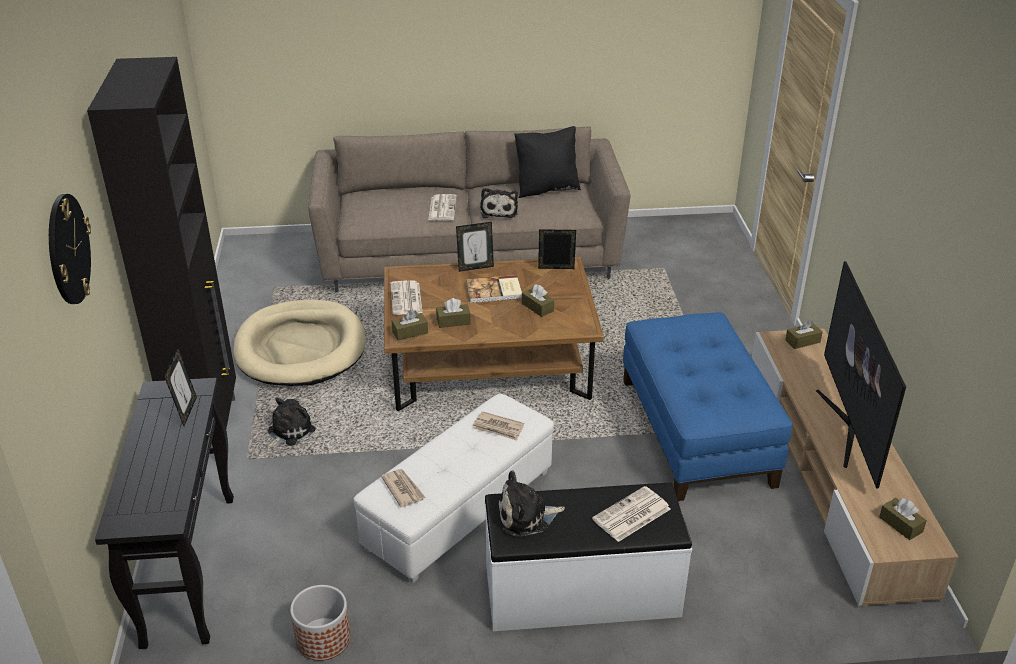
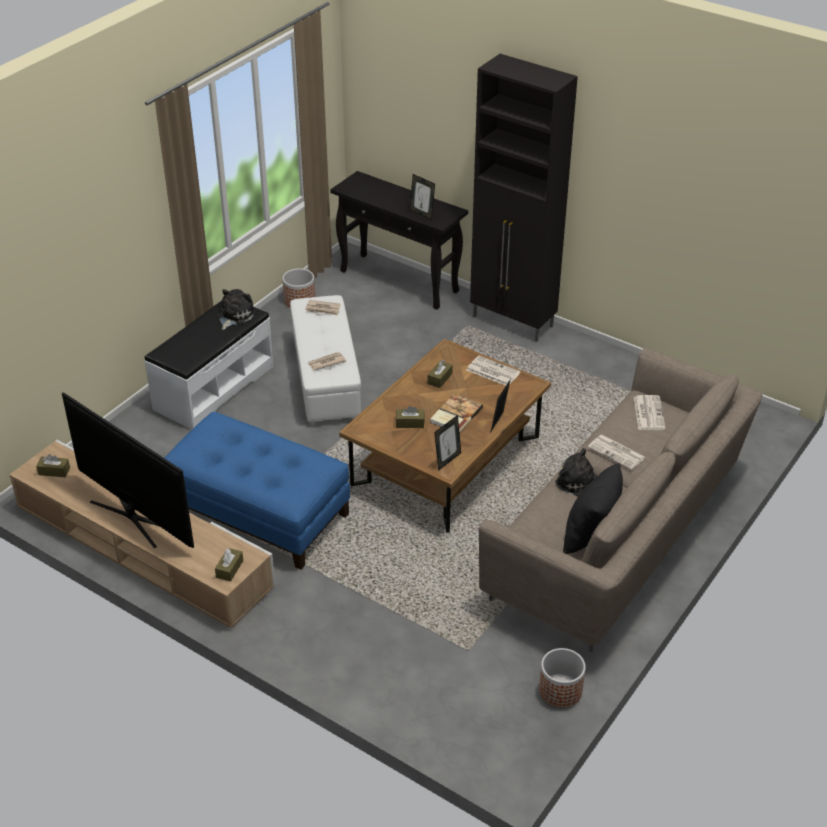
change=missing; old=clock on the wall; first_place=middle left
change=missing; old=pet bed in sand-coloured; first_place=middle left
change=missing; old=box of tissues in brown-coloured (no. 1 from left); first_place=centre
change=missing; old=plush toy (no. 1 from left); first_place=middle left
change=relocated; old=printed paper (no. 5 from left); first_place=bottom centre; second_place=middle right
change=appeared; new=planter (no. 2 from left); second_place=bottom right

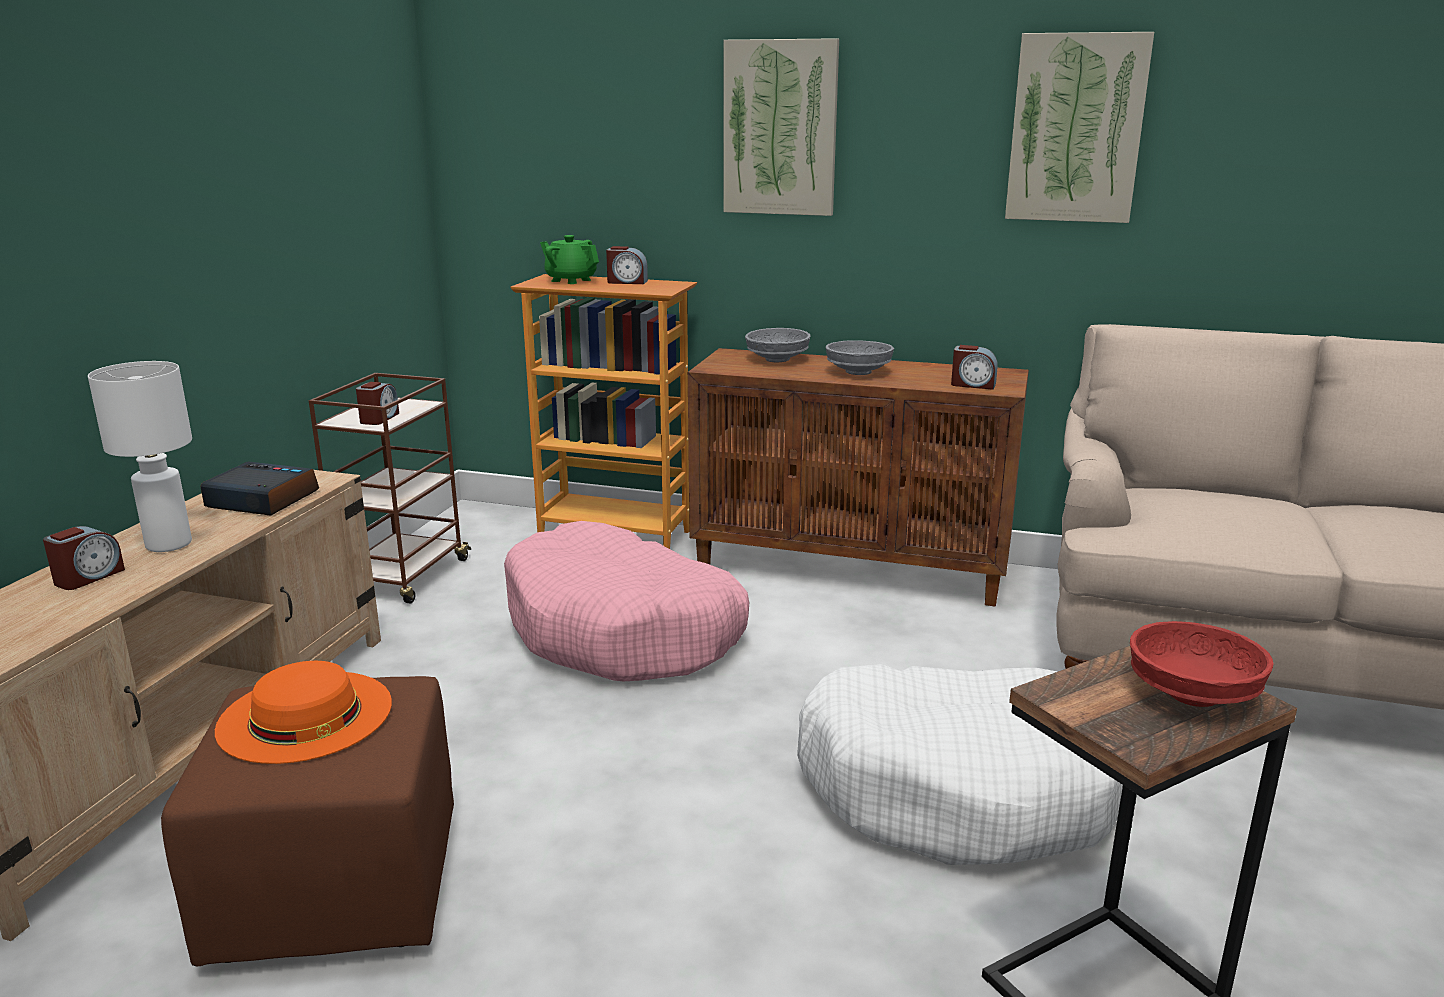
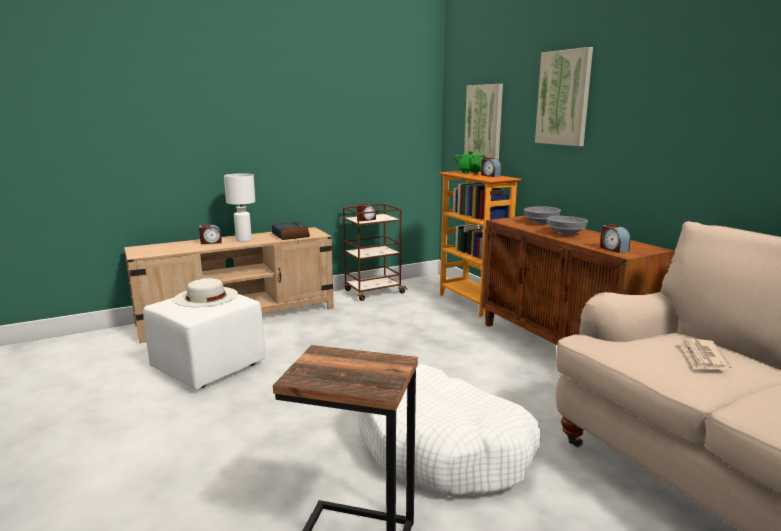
change=relocated; old=wall art (no. 2 from left in the first image); new=wall art (no. 1 from left); first_place=top right; second_place=top centre
change=missing; old=pet bed in pink; first_place=centre
change=missing; old=serving bowl in red-coloured; first_place=middle right
change=colour; old=clothing hat in orangey; new=clothing hat in whitish; first_place=bottom left; second_place=middle left
change=colour; old=pouffe in brown-coloured; new=pouffe in whitish; first_place=bottom left; second_place=middle left
change=appeared; new=printed paper; second_place=bottom right

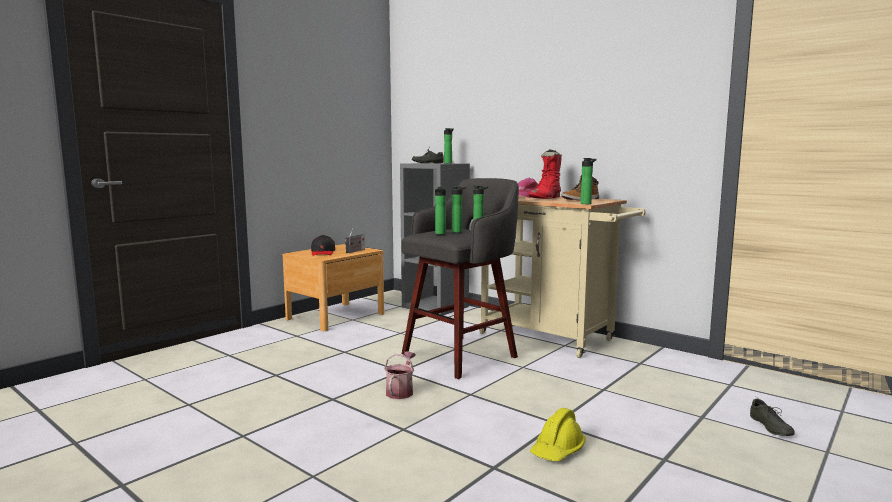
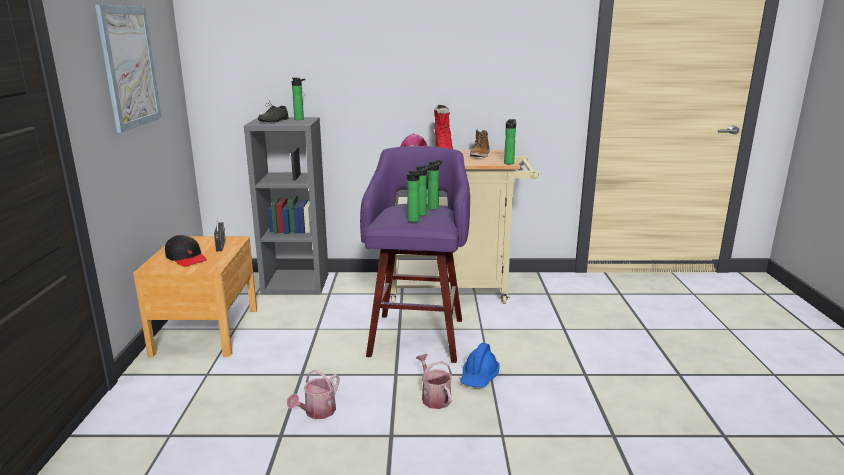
change=colour; old=sitting stool in gray; new=sitting stool in purple; first_place=centre; second_place=centre
change=missing; old=low shoe in gray (no. 2 from left); first_place=bottom right
change=missing; old=safety helmet in yellow; first_place=bottom centre
change=appeared; new=wall art; second_place=top left
change=appeared; new=safety helmet in bluish; second_place=bottom centre
change=appeared; new=sprinkling can (no. 1 from left); second_place=bottom centre

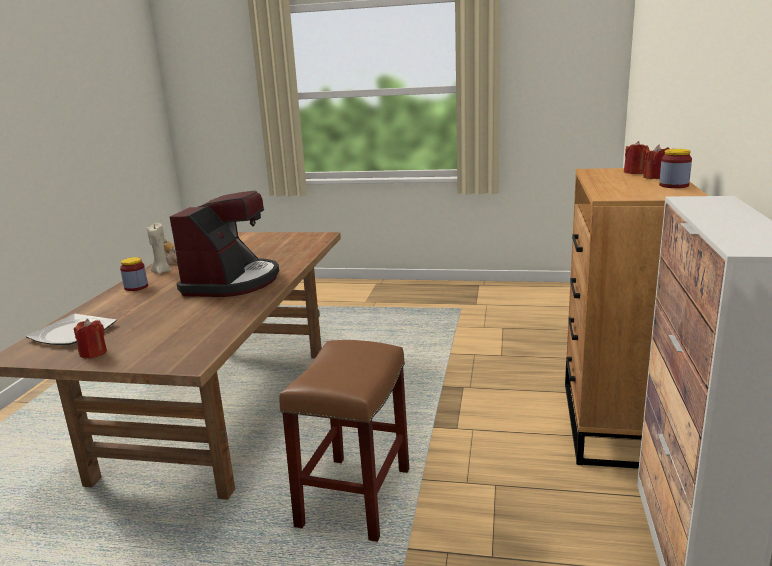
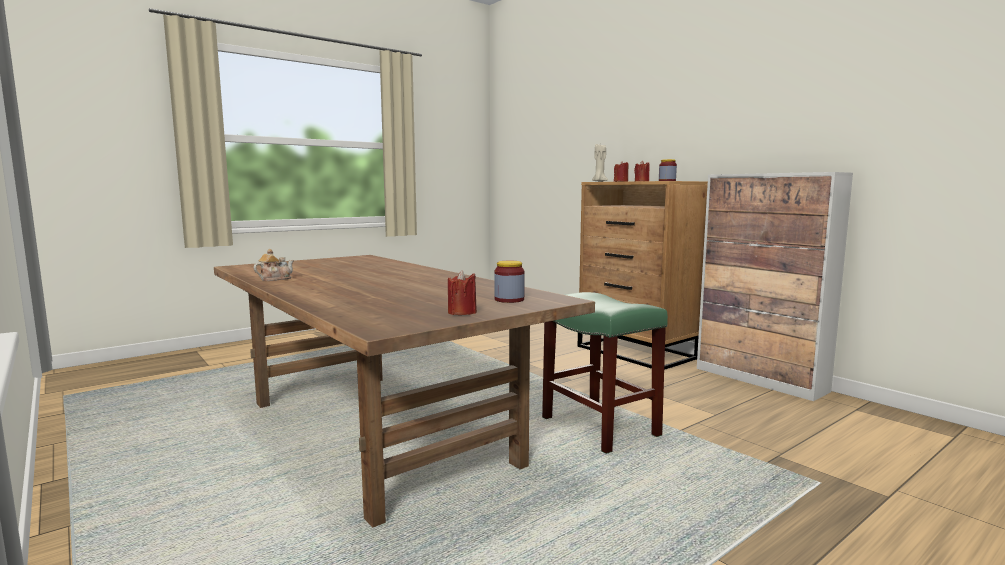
change=missing; old=coffee brewer; first_place=middle left
change=relocated; old=candle in sand-coloured; first_place=middle left; second_place=top centre
change=relocated; old=storage jar (no. 1 from left); first_place=middle left; second_place=centre
change=missing; old=plate; first_place=middle left
change=colour; old=sitting stool in brown-coloured; new=sitting stool in green-coloured; first_place=bottom centre; second_place=centre

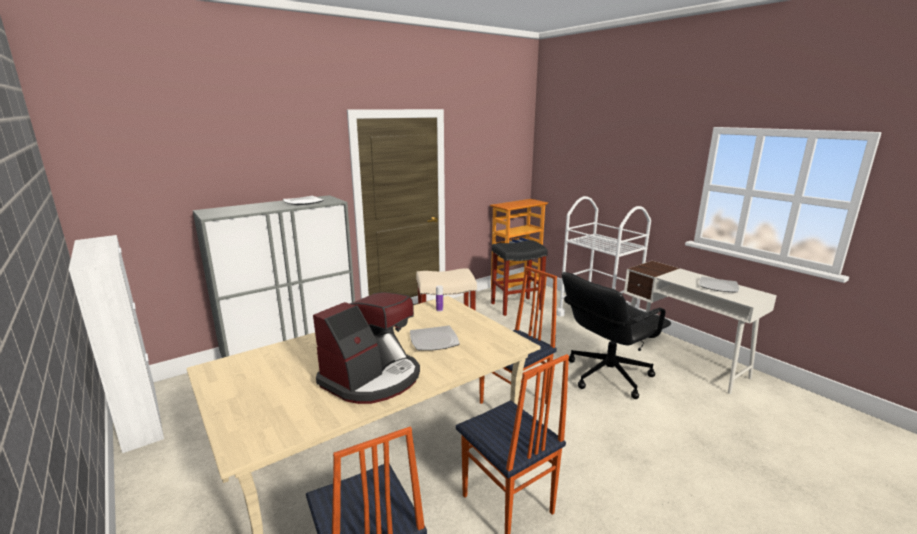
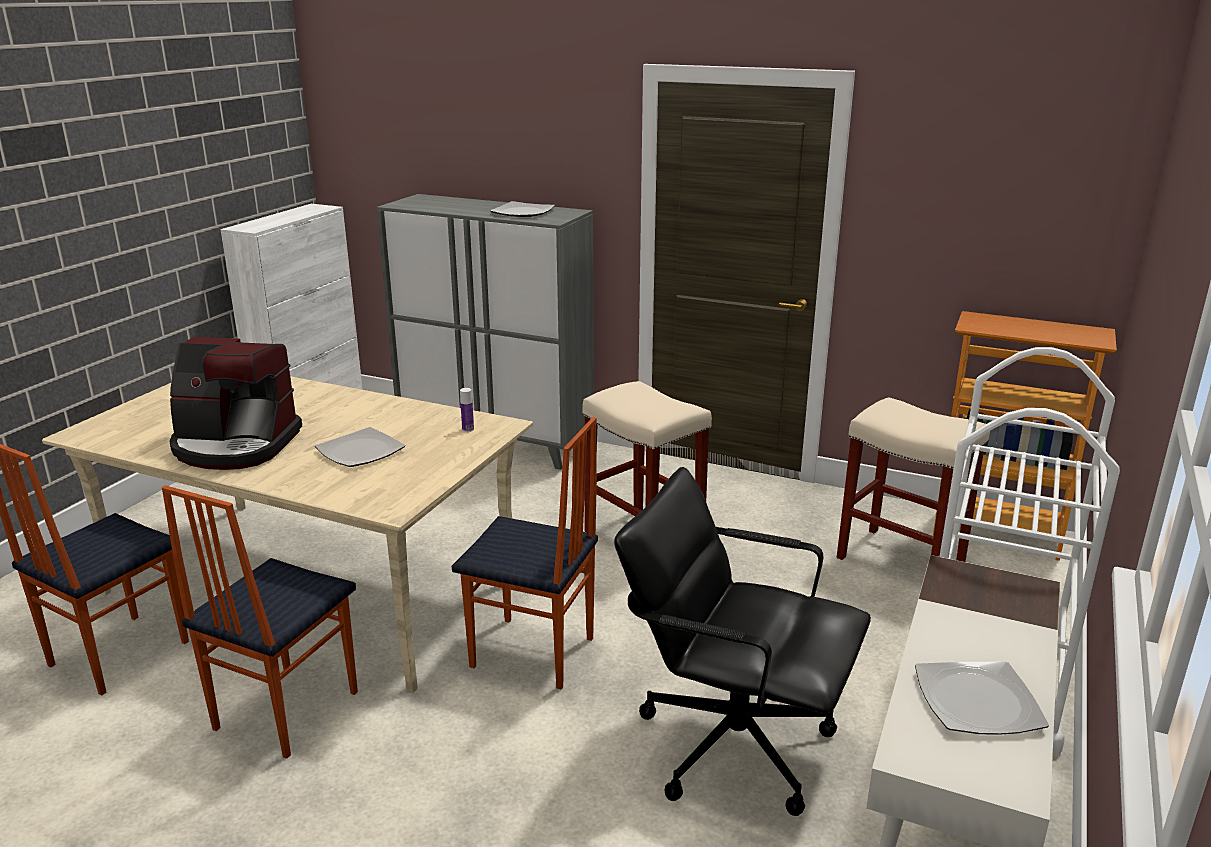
change=colour; old=sitting stool in black; new=sitting stool in sand-coloured (no. 2 from left); first_place=centre; second_place=middle right

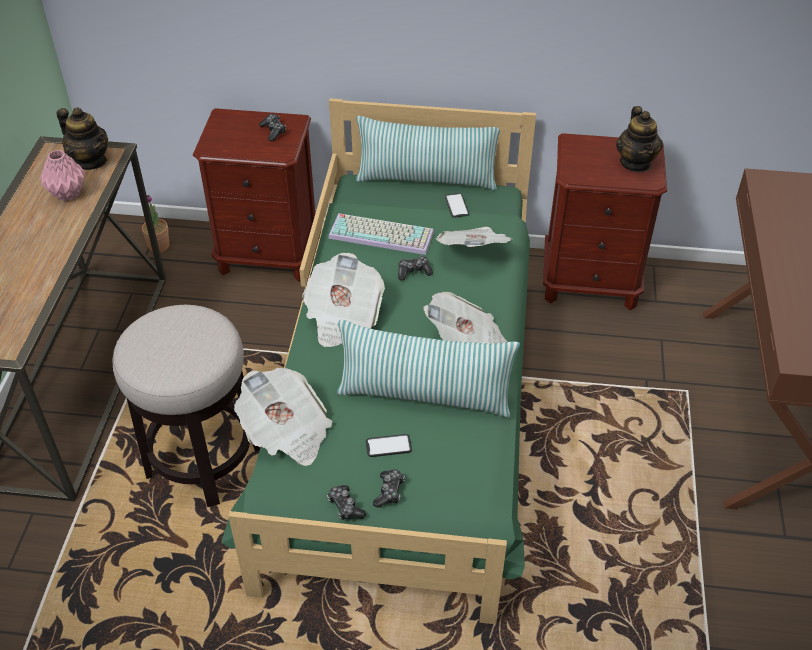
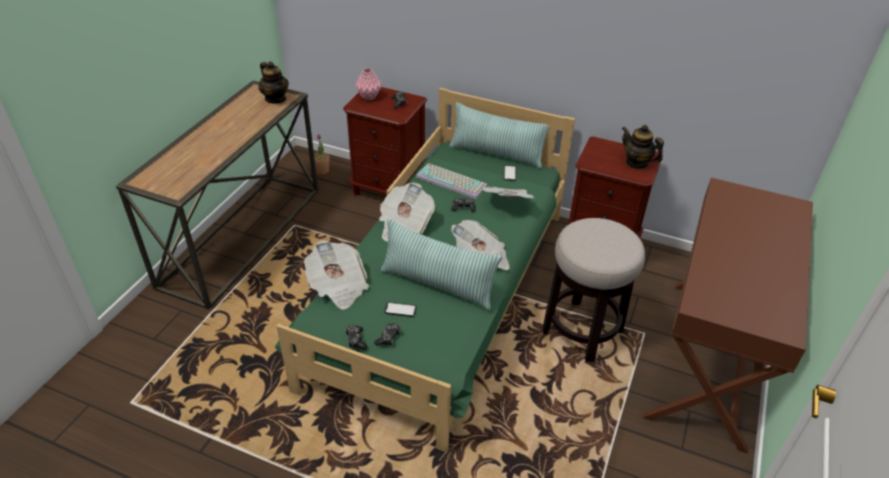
change=spun; old=teapot (no. 2 from left); first_place=top right; second_place=top right; degrees=120
change=relocated; old=decorative vase in pink; first_place=top left; second_place=top centre
change=relocated; old=sitting stool; first_place=middle left; second_place=middle right

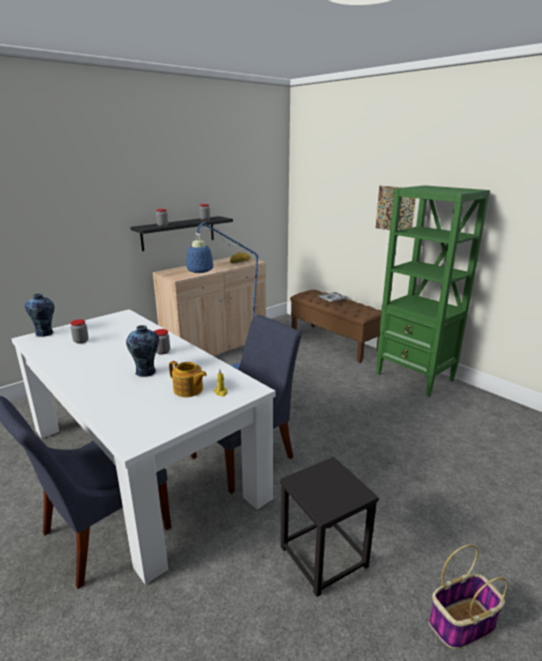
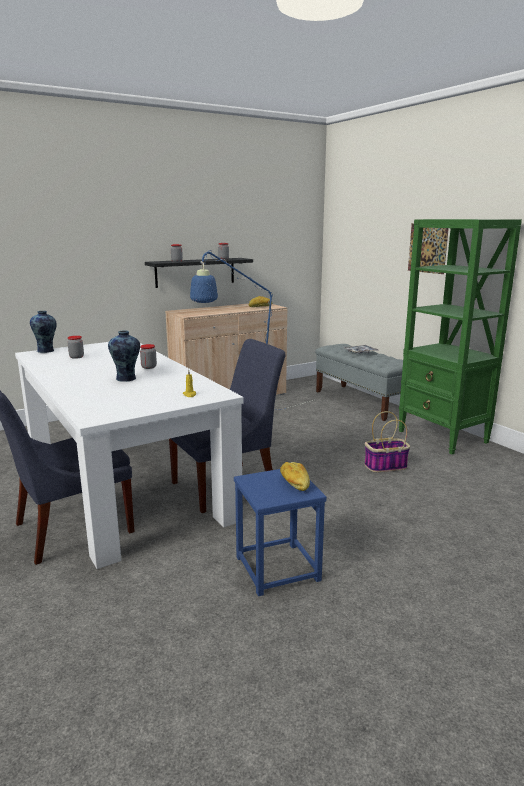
change=colour; old=indoor bench in brown-coloured; new=indoor bench in gray; first_place=centre; second_place=middle right
change=missing; old=teapot; first_place=centre
change=colour; old=sitting stool in black; new=sitting stool in bluish; first_place=bottom centre; second_place=bottom centre
change=relocated; old=basket; first_place=bottom right; second_place=middle right
change=appeared; new=bread (no. 2 from left); second_place=centre

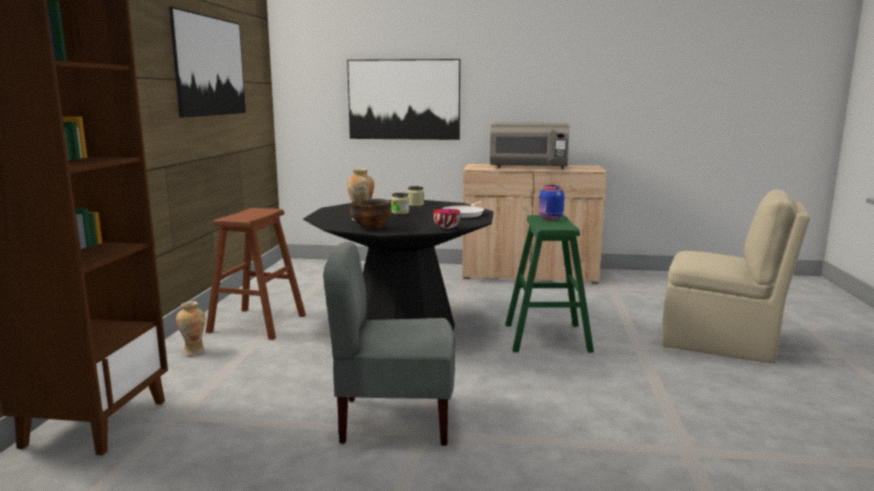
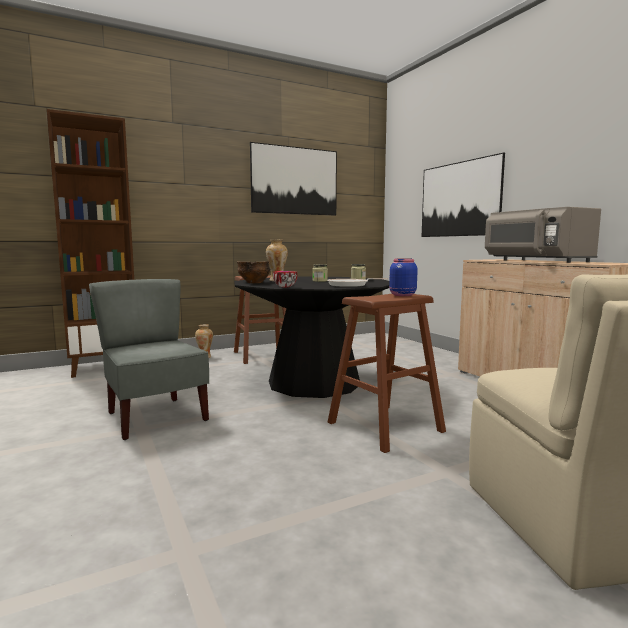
change=colour; old=sitting stool in green-coloured; new=sitting stool in brown-coloured (no. 2 from left); first_place=centre; second_place=centre

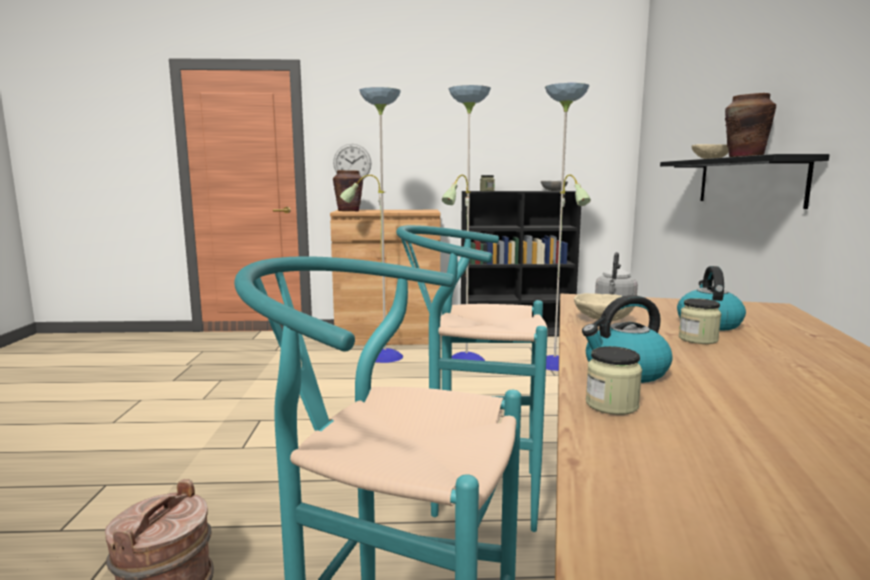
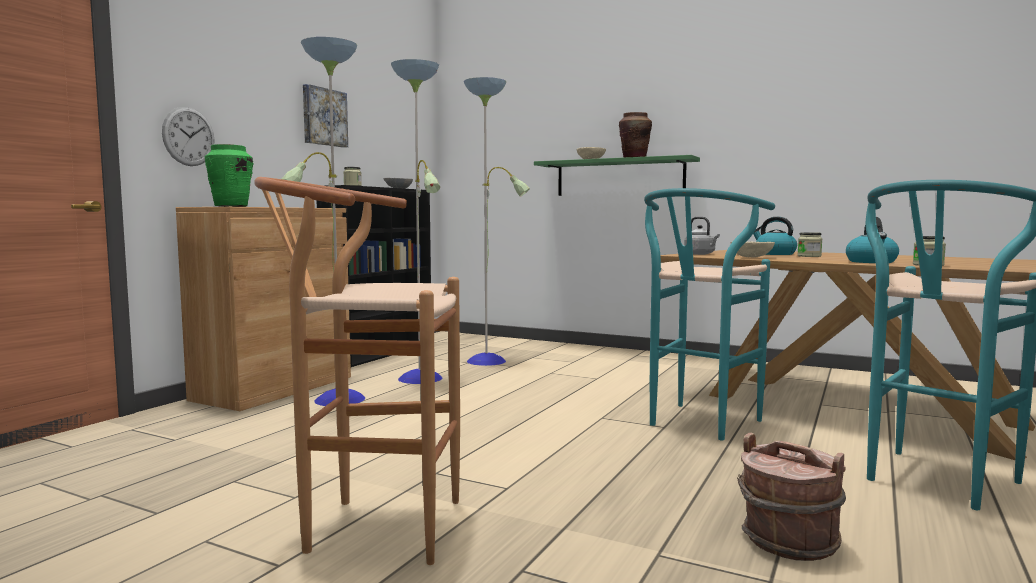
change=colour; old=bracket shelf in black; new=bracket shelf in green-coloured; first_place=top right; second_place=top centre
change=colour; old=decorative vase in brown-coloured (no. 1 from left); new=decorative vase in green-coloured; first_place=top centre; second_place=top left
change=appeared; new=wall art; second_place=top left
change=appeared; new=sitting stool in brown-coloured; second_place=centre

